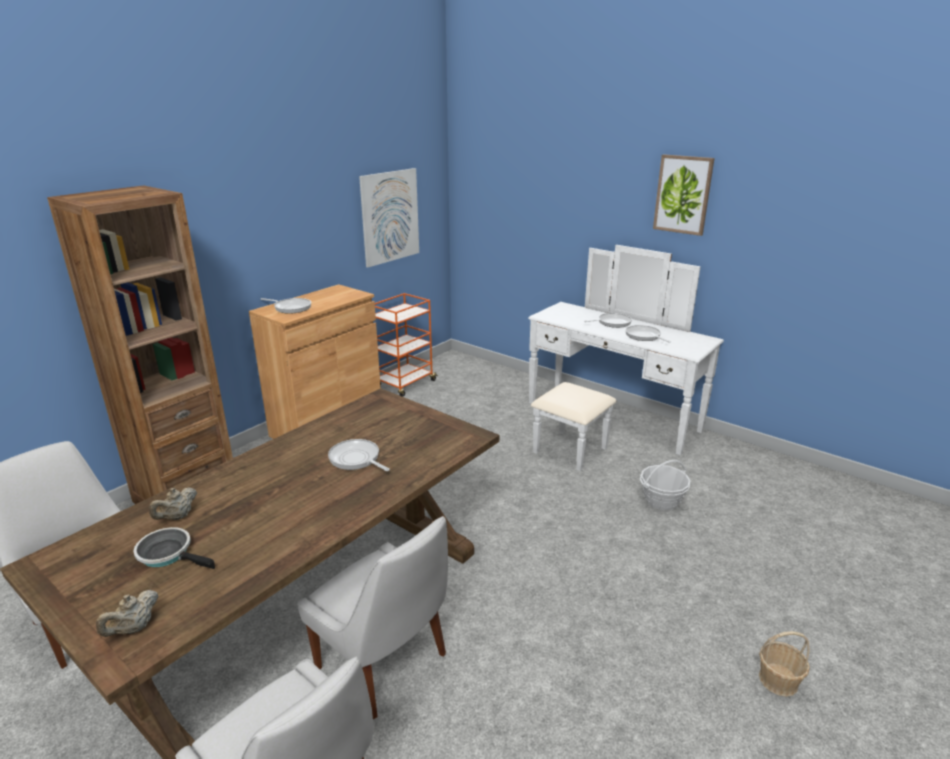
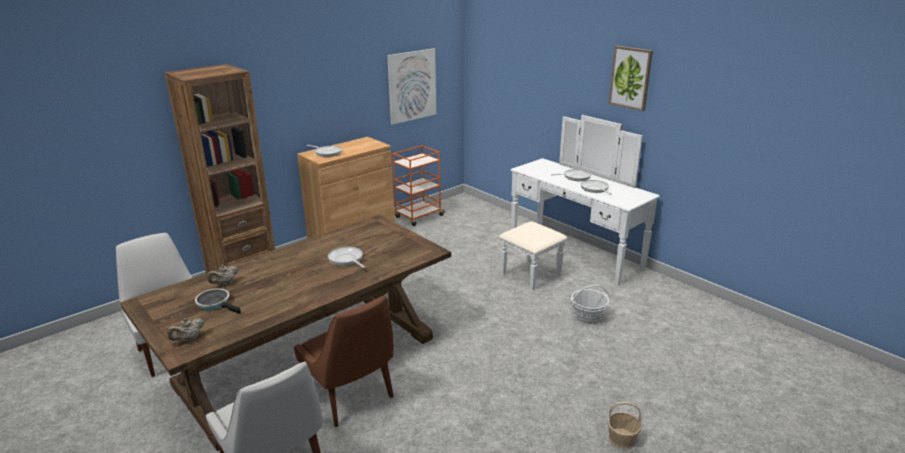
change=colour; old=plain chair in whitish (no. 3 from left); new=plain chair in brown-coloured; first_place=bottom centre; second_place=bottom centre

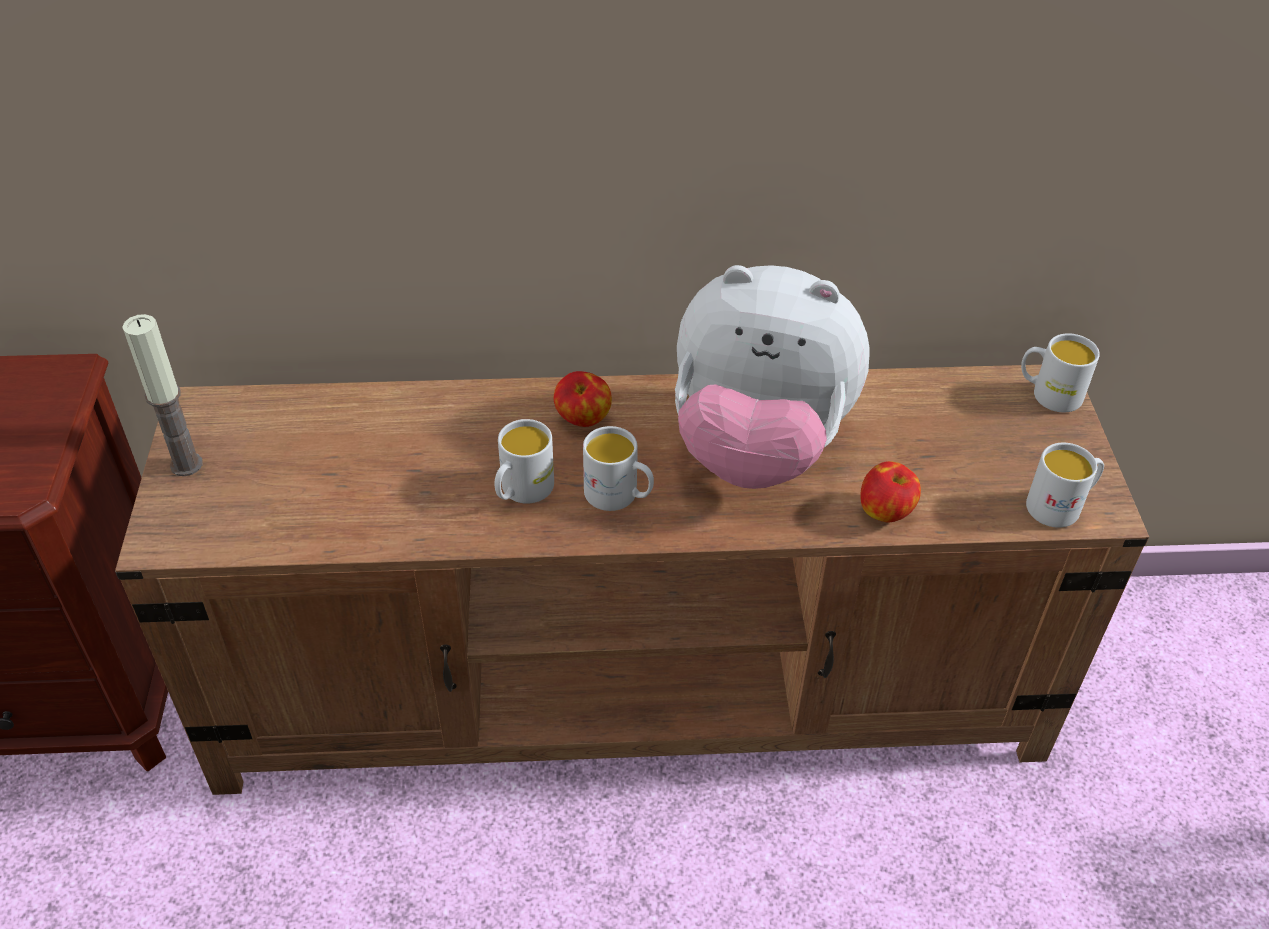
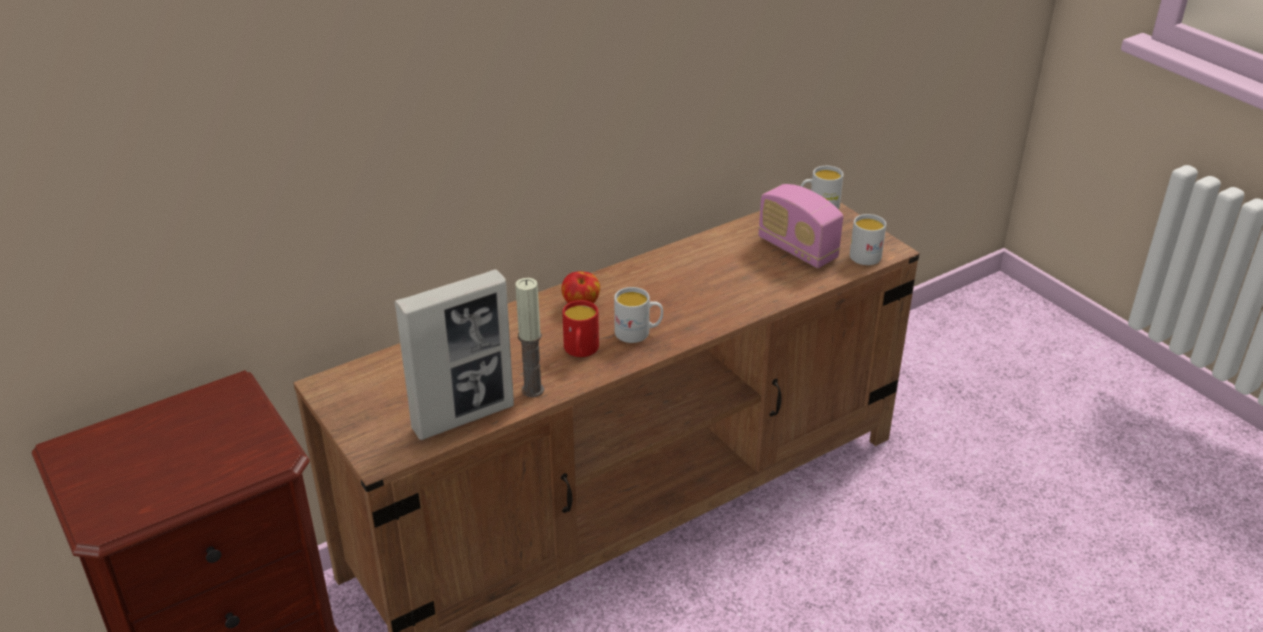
change=missing; old=plush toy; first_place=centre
change=relocated; old=candle; first_place=middle left; second_place=centre
change=colour; old=coffee mug in whitish (no. 1 from left); new=coffee mug in red-coloured; first_place=centre; second_place=centre
change=missing; old=apple (no. 2 from left); first_place=middle right
change=appeared; new=radio; second_place=centre
change=appeared; new=picture frame; second_place=centre

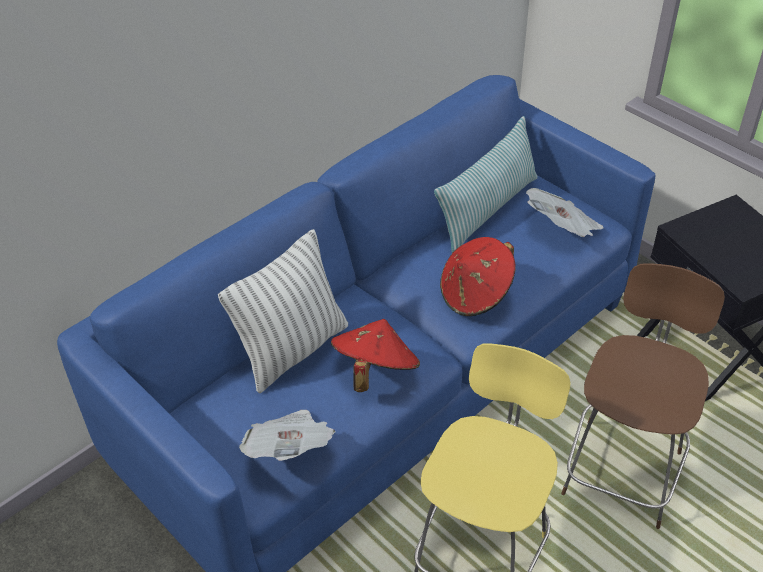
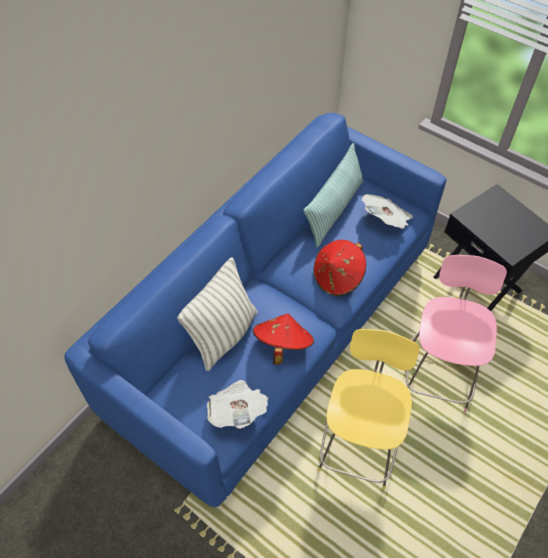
change=colour; old=sitting stool in brown-coloured; new=sitting stool in pink; first_place=bottom right; second_place=middle right

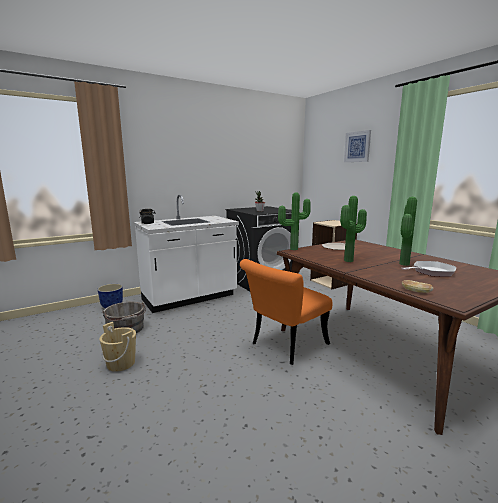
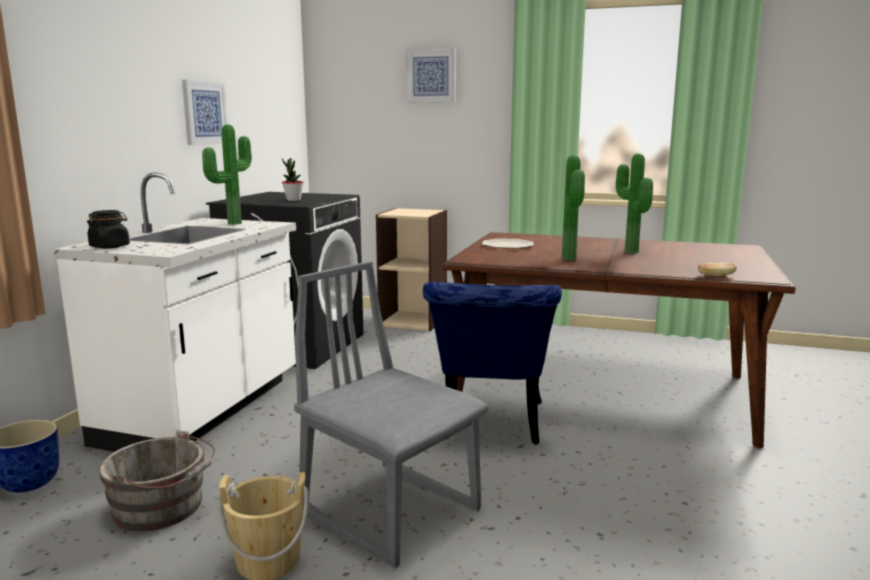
change=relocated; old=houseplant (no. 2 from left in the first image); new=houseplant (no. 1 from left); first_place=centre; second_place=top left
change=colour; old=plain chair in orangey; new=plain chair in bluish; first_place=centre; second_place=centre
change=missing; old=frying pan; first_place=middle right
change=appeared; new=wall art (no. 1 from left); second_place=top left
change=appeared; new=plain chair in gray; second_place=bottom centre

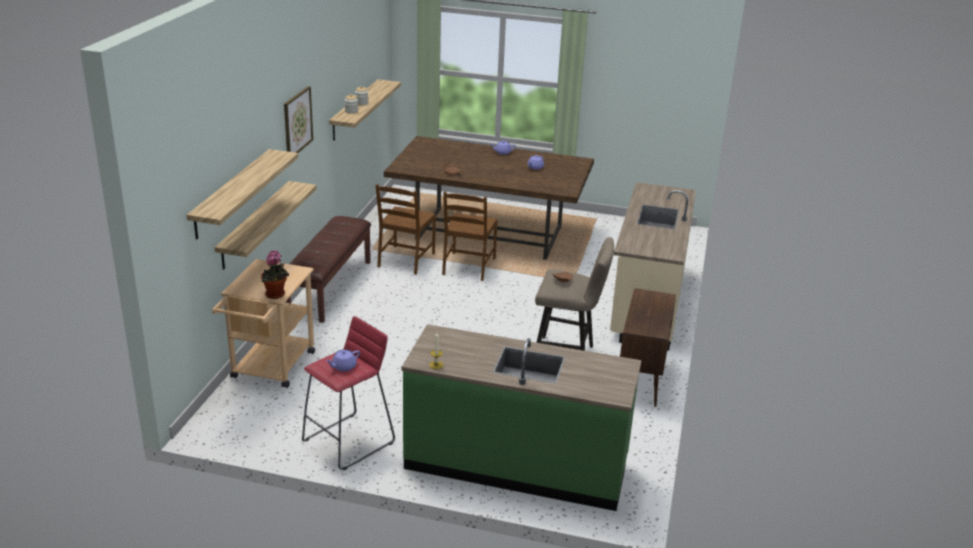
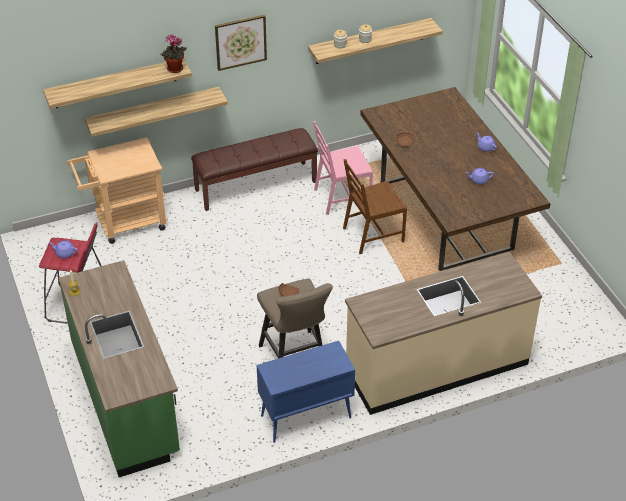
change=colour; old=plain chair in brown-coloured (no. 1 from left); new=plain chair in pink; first_place=centre; second_place=centre
change=relocated; old=houseplant; first_place=middle left; second_place=top left
change=colour; old=cabinet in brown-coloured; new=cabinet in bluish; first_place=centre; second_place=bottom centre

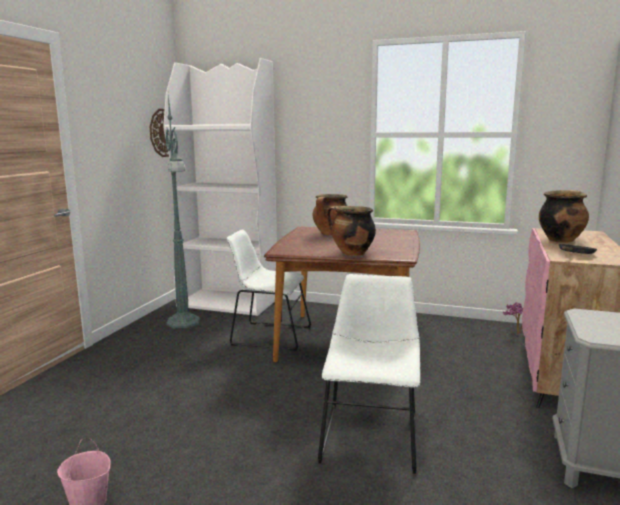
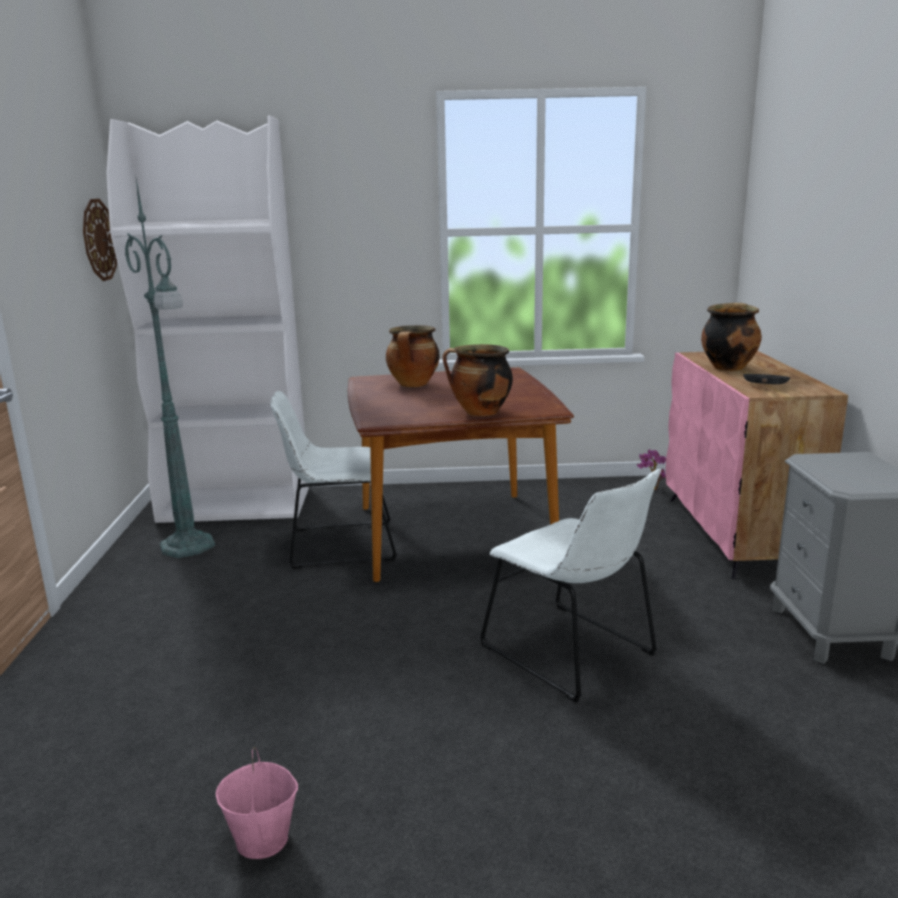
change=spun; old=plain chair in whitish (no. 2 from left); first_place=bottom centre; second_place=centre; degrees=150

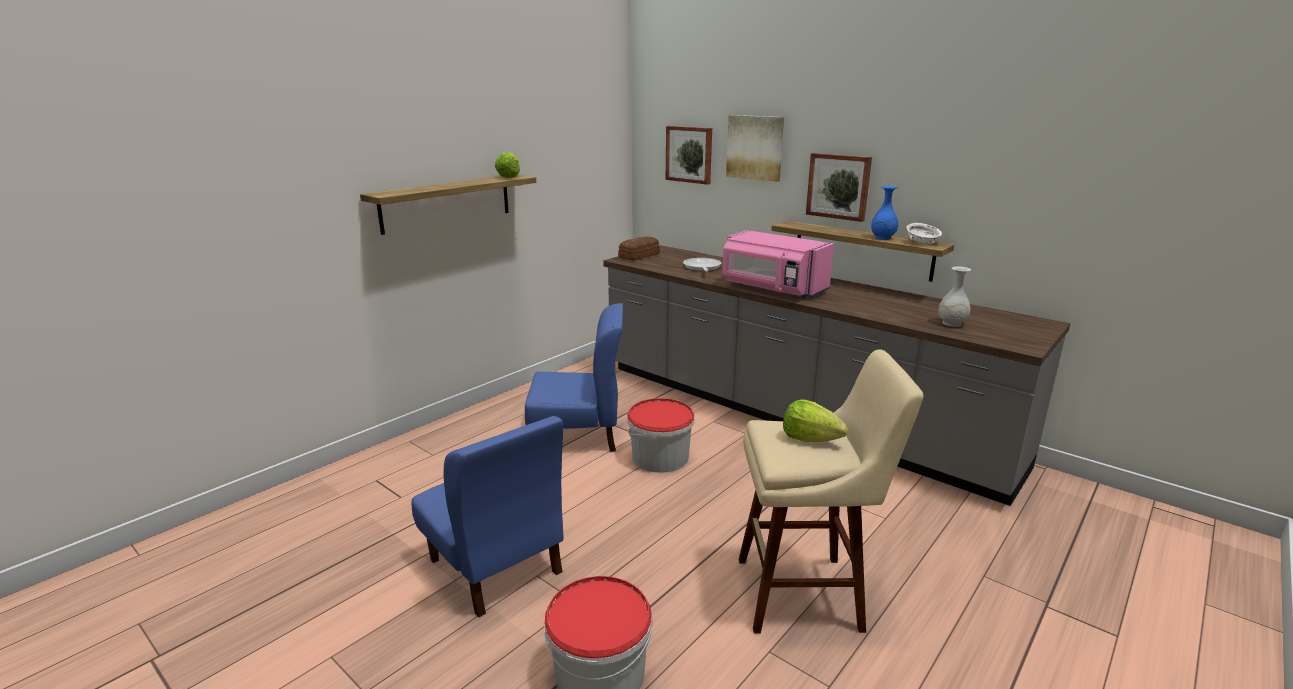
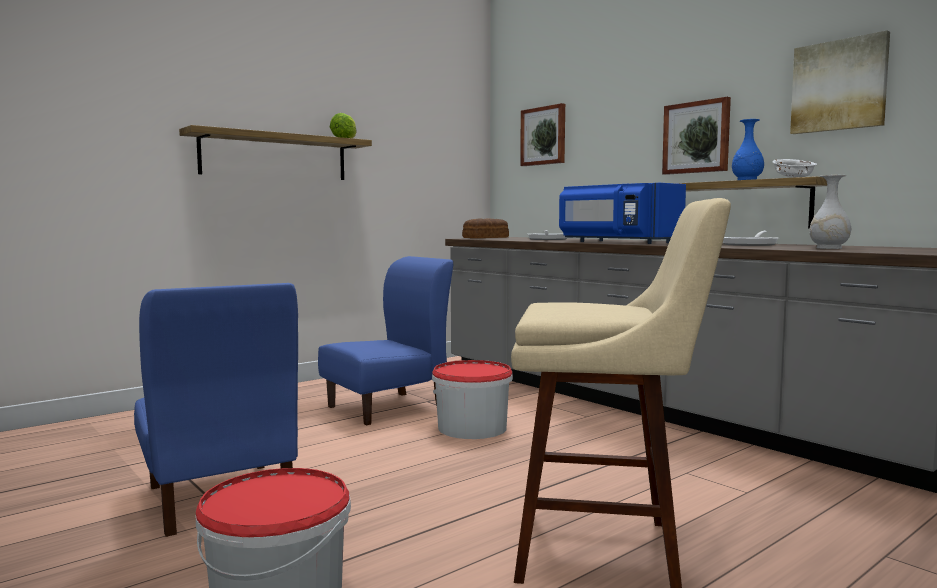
change=relocated; old=wall art (no. 2 from left in the first image); new=wall art (no. 3 from left); first_place=top centre; second_place=top right
change=colour; old=microwave in pink; new=microwave in bluish; first_place=centre; second_place=centre
change=spun; old=plain chair in bluish (no. 2 from left); first_place=centre; second_place=centre; degrees=-45
change=missing; old=lettuce head (no. 2 from left); first_place=centre
change=appeared; new=frying pan (no. 2 from left); second_place=middle right

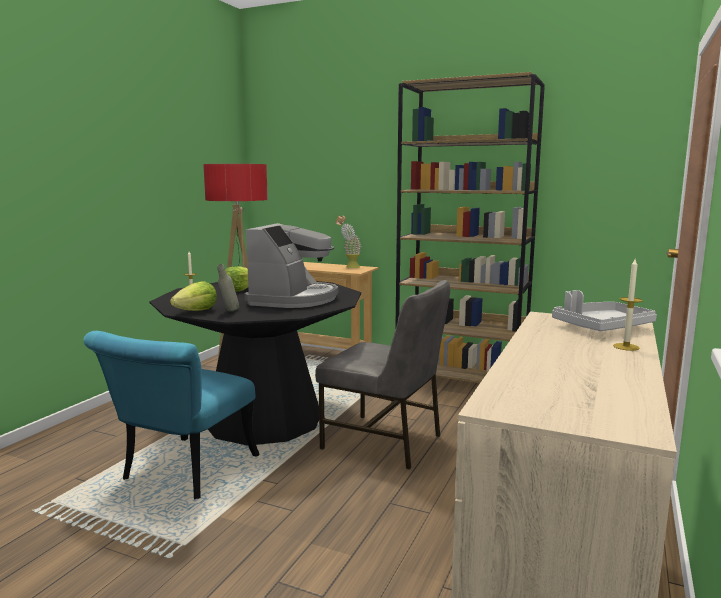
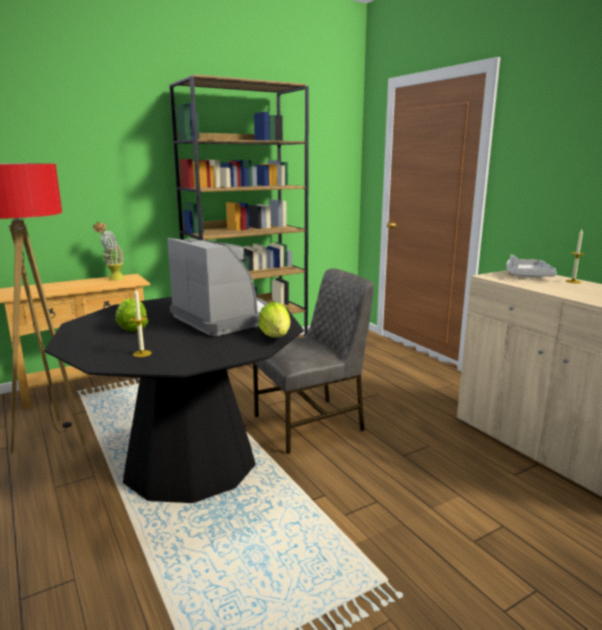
change=missing; old=drink bottle in gray; first_place=middle left
change=relocated; old=lettuce head (no. 1 from left in the first image); new=lettuce head (no. 2 from left); first_place=middle left; second_place=centre
change=missing; old=plain chair in turquoise; first_place=bottom left

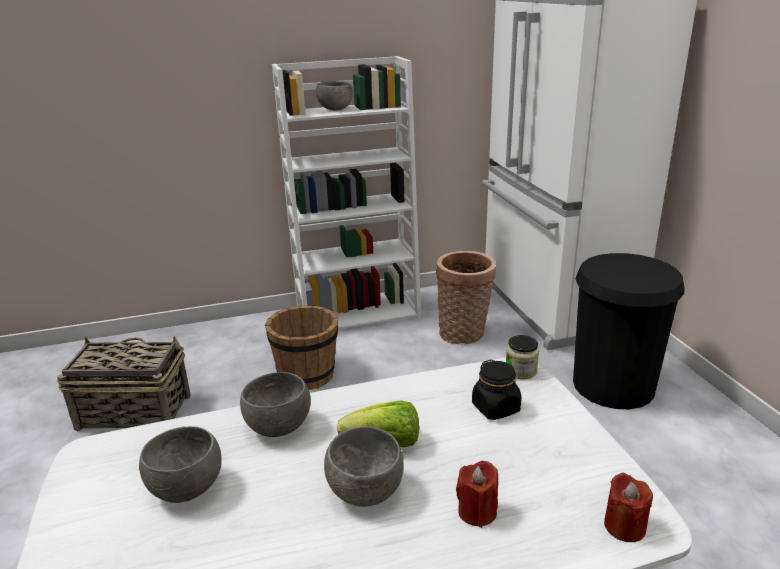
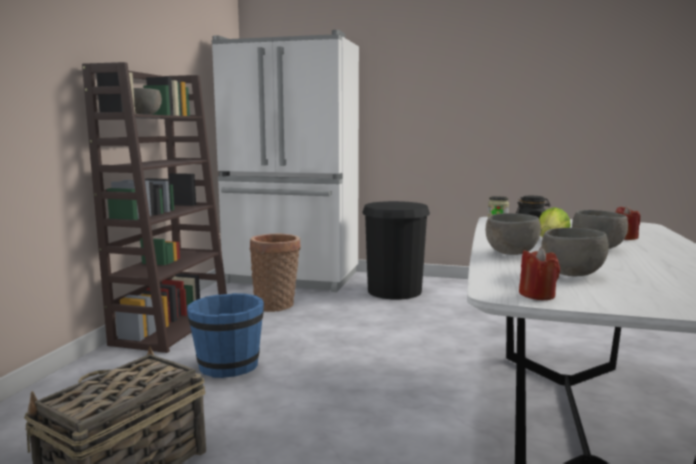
change=colour; old=bookshelf in whitish; new=bookshelf in brown-coloured; first_place=centre; second_place=middle left
change=colour; old=pail in brown-coloured; new=pail in bluish; first_place=centre; second_place=bottom left
change=relocated; old=candle in red-coloured (no. 2 from left in the first image); new=candle in red-coloured (no. 1 from left); first_place=bottom right; second_place=middle right

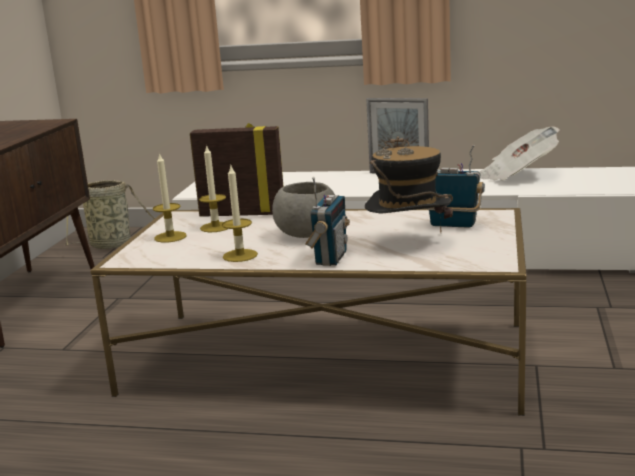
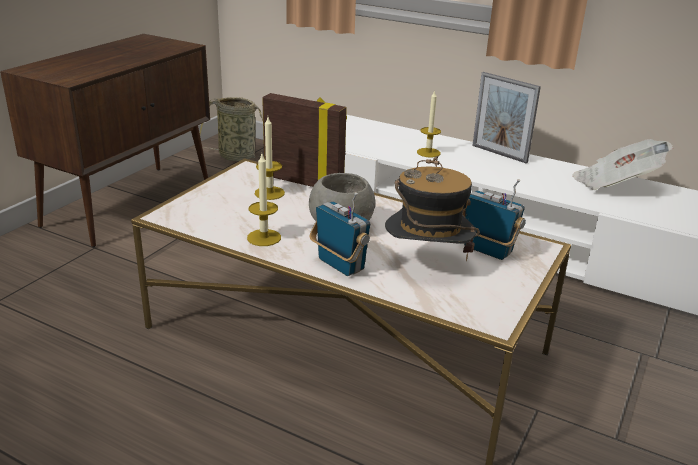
change=relocated; old=candle (no. 1 from left in the first image); new=candle (no. 3 from left); first_place=middle left; second_place=top centre
change=spun; old=radio (no. 1 from left); first_place=centre; second_place=centre; degrees=-75

